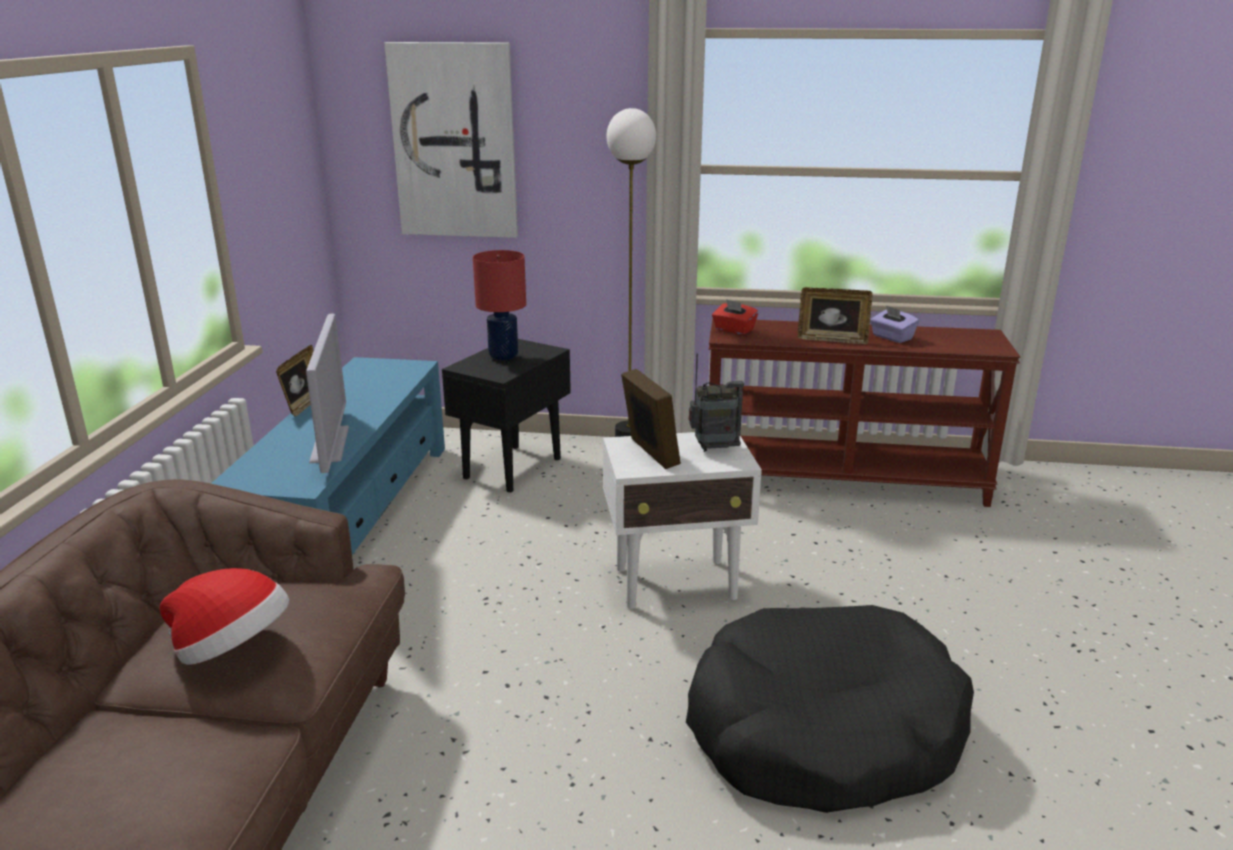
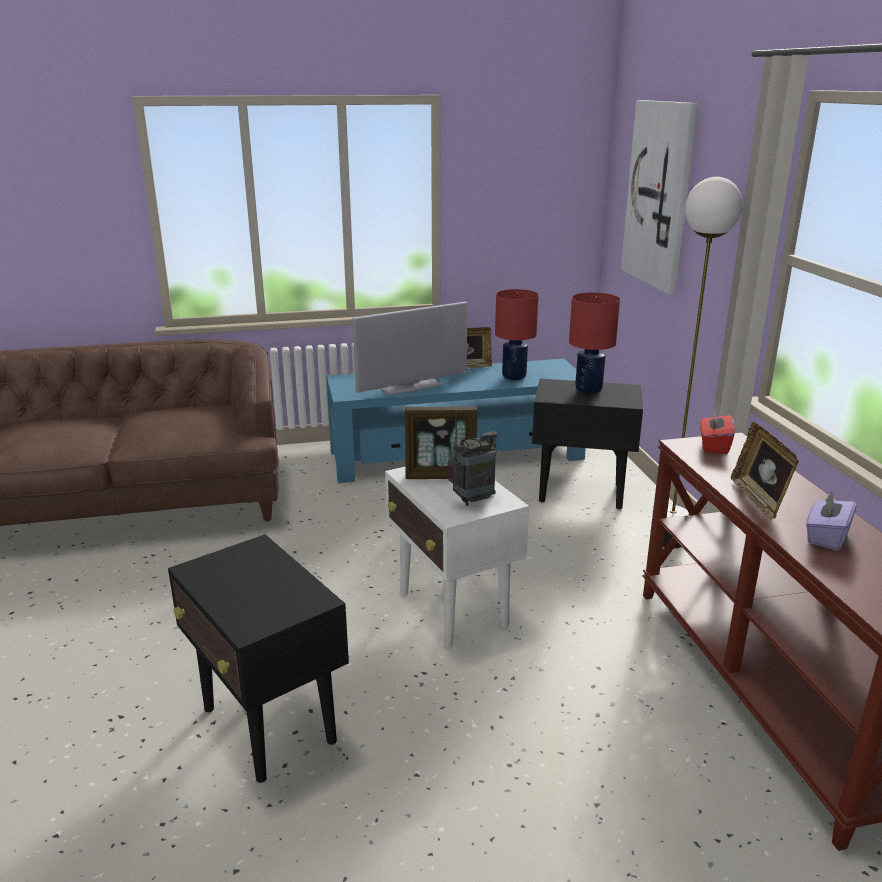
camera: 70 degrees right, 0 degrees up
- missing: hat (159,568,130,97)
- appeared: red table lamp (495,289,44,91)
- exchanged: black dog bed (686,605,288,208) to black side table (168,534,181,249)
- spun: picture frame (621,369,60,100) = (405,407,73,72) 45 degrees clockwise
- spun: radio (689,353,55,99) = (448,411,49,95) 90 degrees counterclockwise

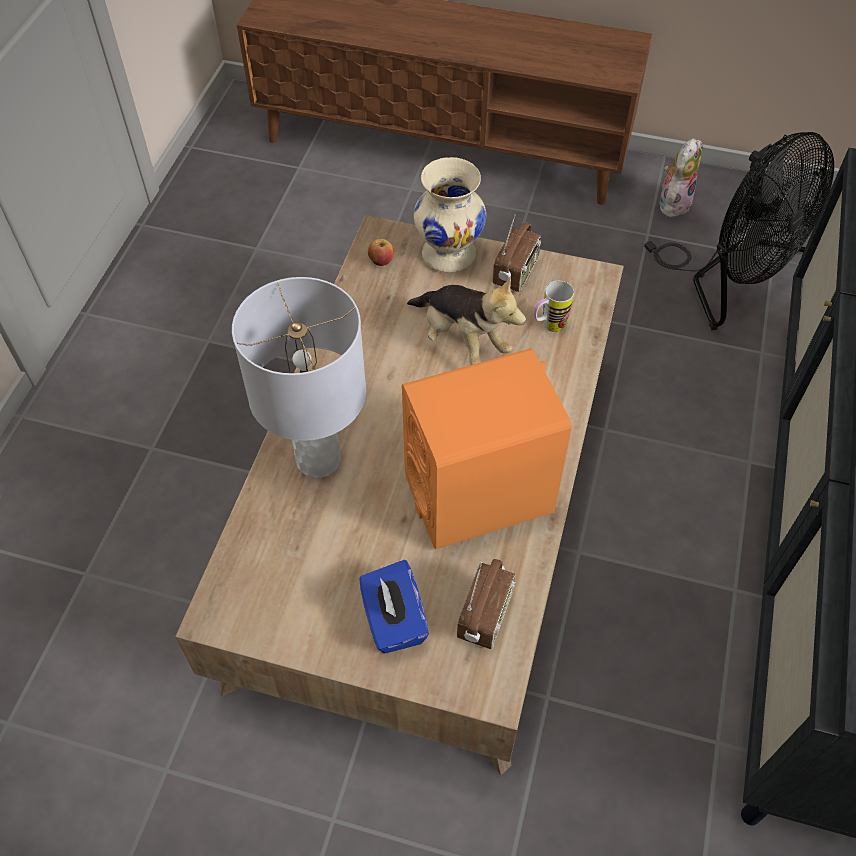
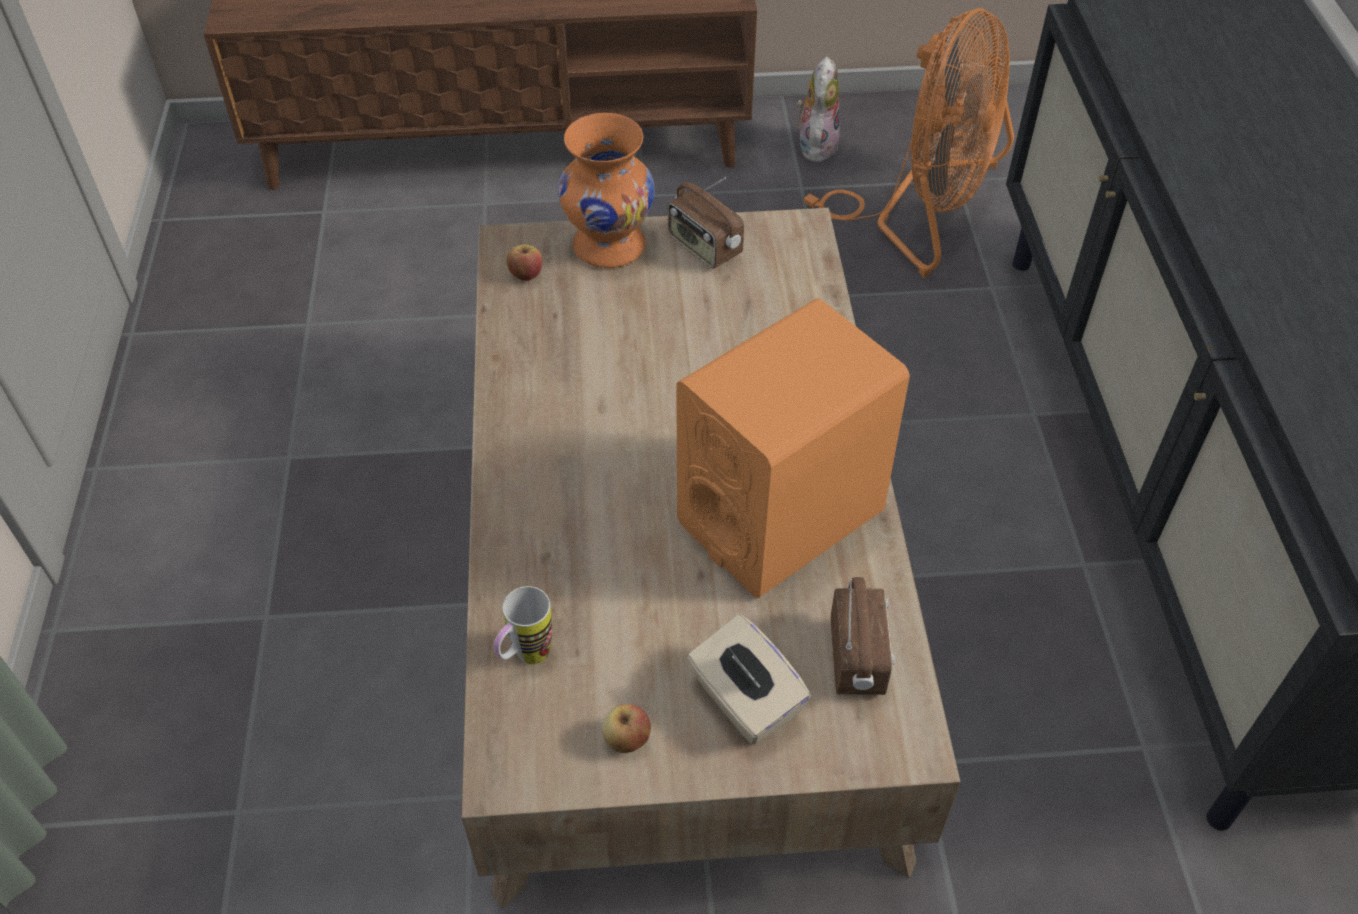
camera: 20 degrees left, 5 degrees down
- missing: grey table lamp (232,277,134,201)
- missing: plush toy (407,276,119,89)
- appeared: apple (602,704,49,49)
- relocated: mug (534,281,40,51) to (494,586,58,78)
- colour: blue tissue box (359,560,70,93) to beige tissue box (687,615,124,129)
- colour: beige vase (414,157,72,116) to orange vase (558,113,97,155)
- colour: black fan (644,132,190,198) to orange fan (802,8,212,270)
- spun: radio (493,214,48,78) = (668,177,76,91) 135 degrees clockwise

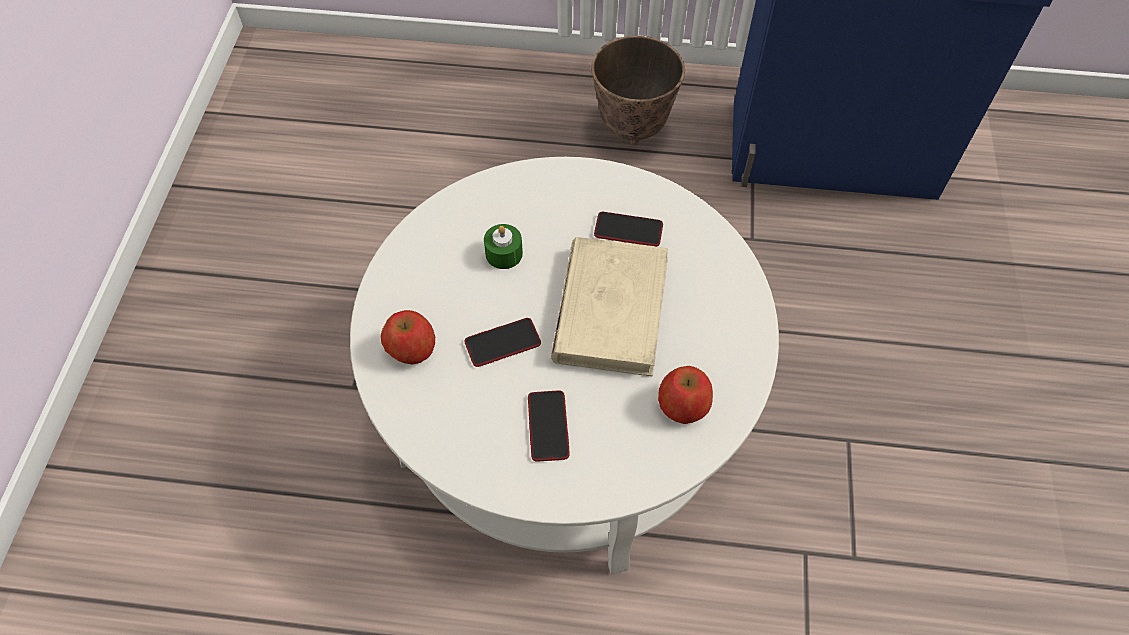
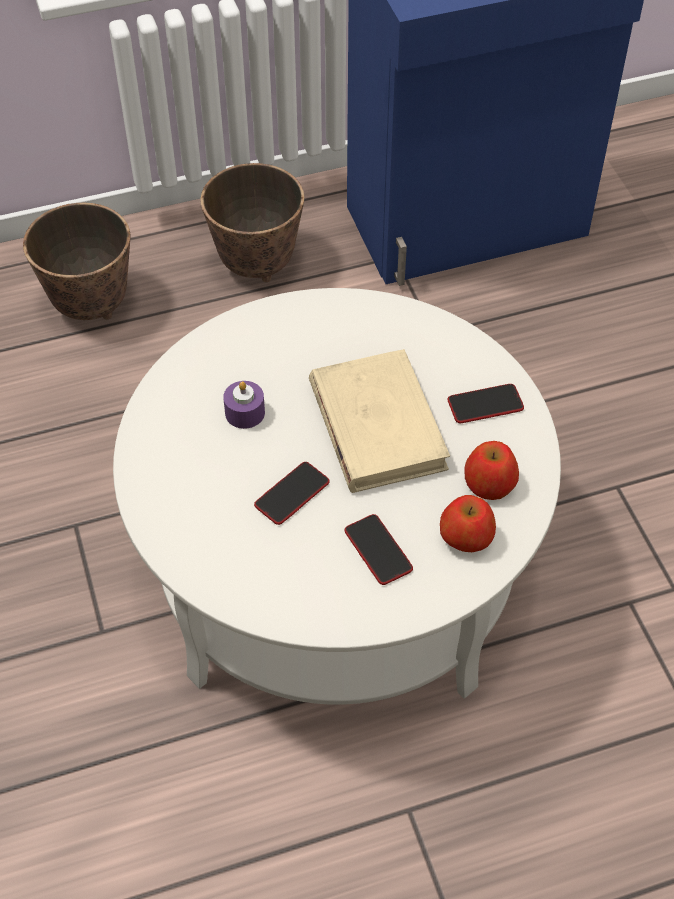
camera: 25 degrees left, 5 degrees down
- appeared: planter (23,203,108,117)
- relocated: apple (381,310,54,55) to (440,495,56,57)
- relocated: phone (594,212,69,35) to (447,384,77,39)
- colour: green candle (484,224,39,45) to purple candle (223,381,42,48)

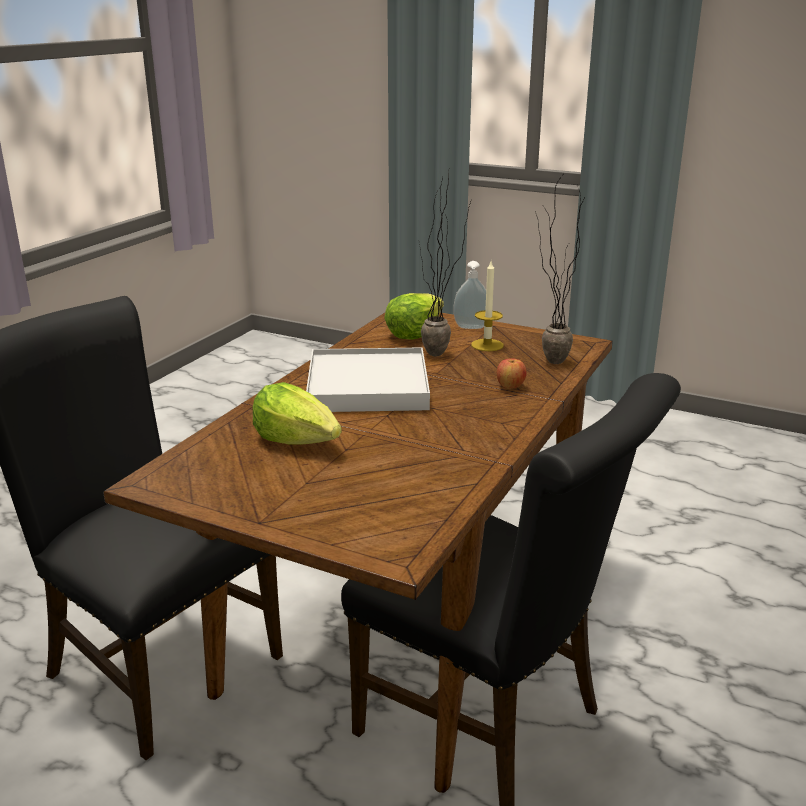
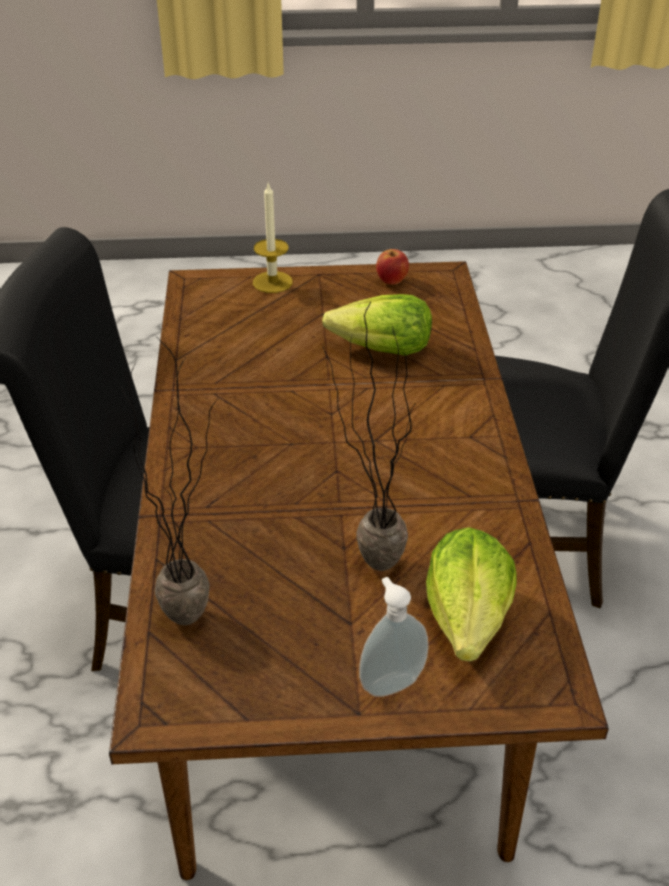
camera: 150 degrees right, 15 degrees up
- missing: white tray (306,347,124,65)
- relocated: candle (471,261,33,90) to (253,183,40,110)
- relocated: apple (497,358,30,31) to (376,249,33,36)

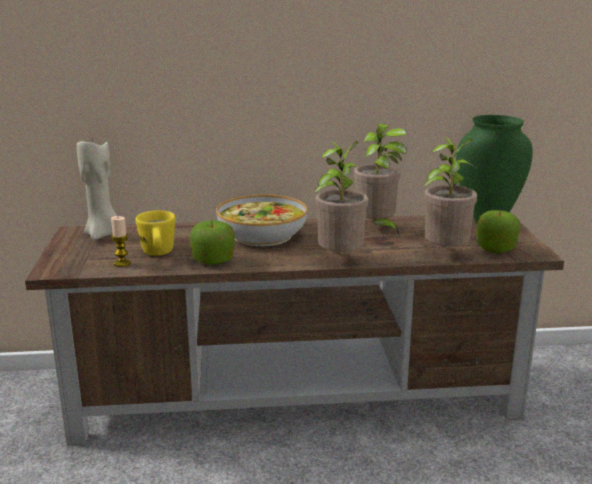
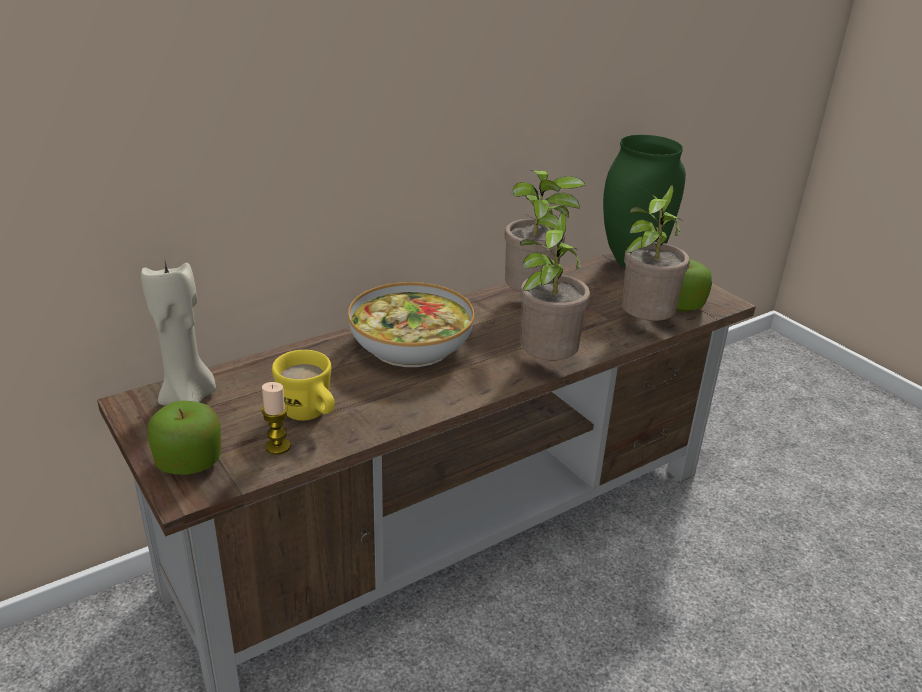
camera: 30 degrees left, 10 degrees up
- relocated: apple (190,220,45,45) to (148,400,73,75)

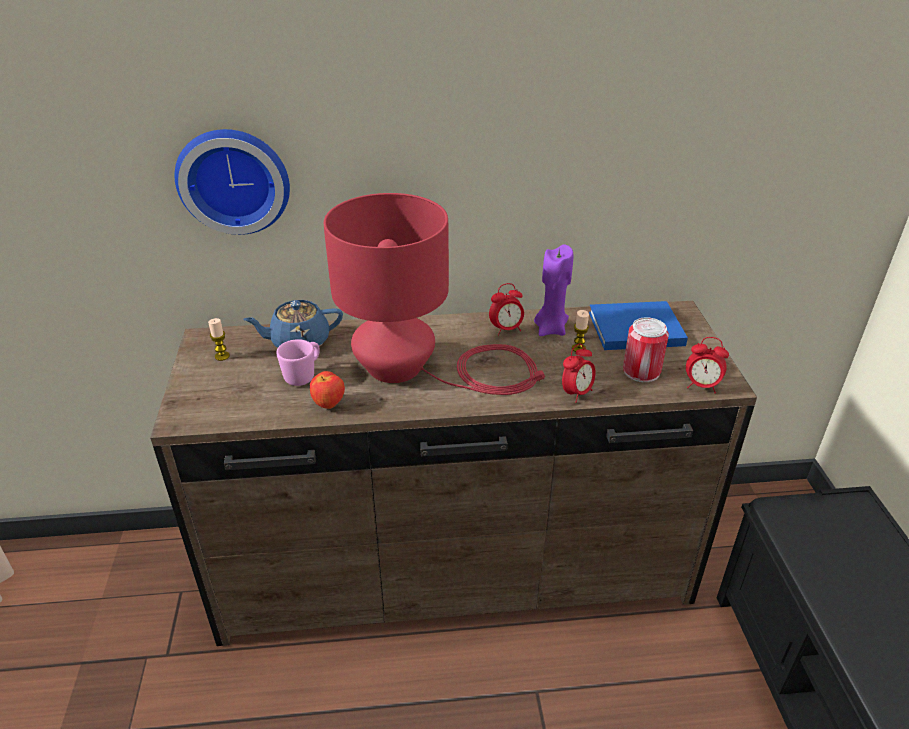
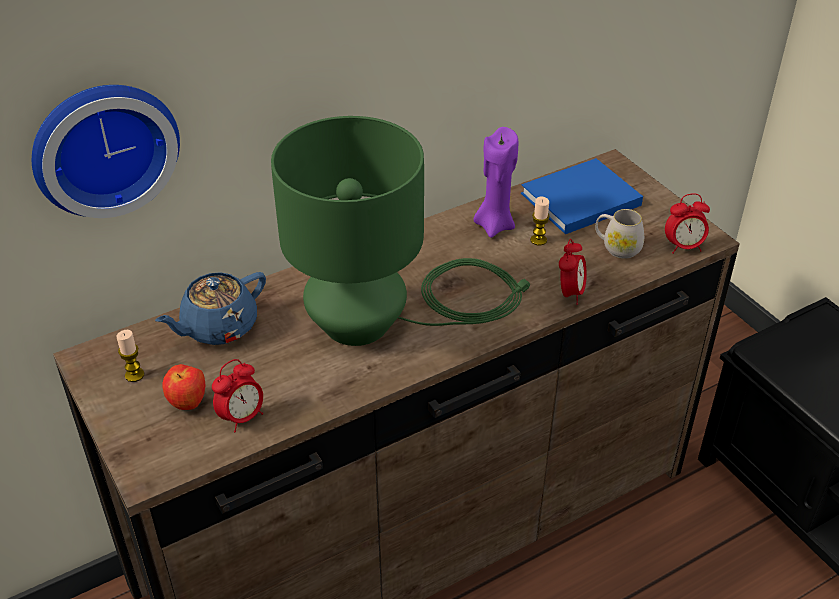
camera: 25 degrees left, 5 degrees up
- missing: pink mug (276,339,44,47)
- relocated: apple (310,371,35,38) to (162,364,43,46)
- relocated: alarm clock (489,283,35,53) to (212,359,51,73)
- exchanged: can (623,317,46,65) to white mug (595,209,49,50)
- colour: red table lamp (324,193,221,202) to green table lamp (271,116,259,230)

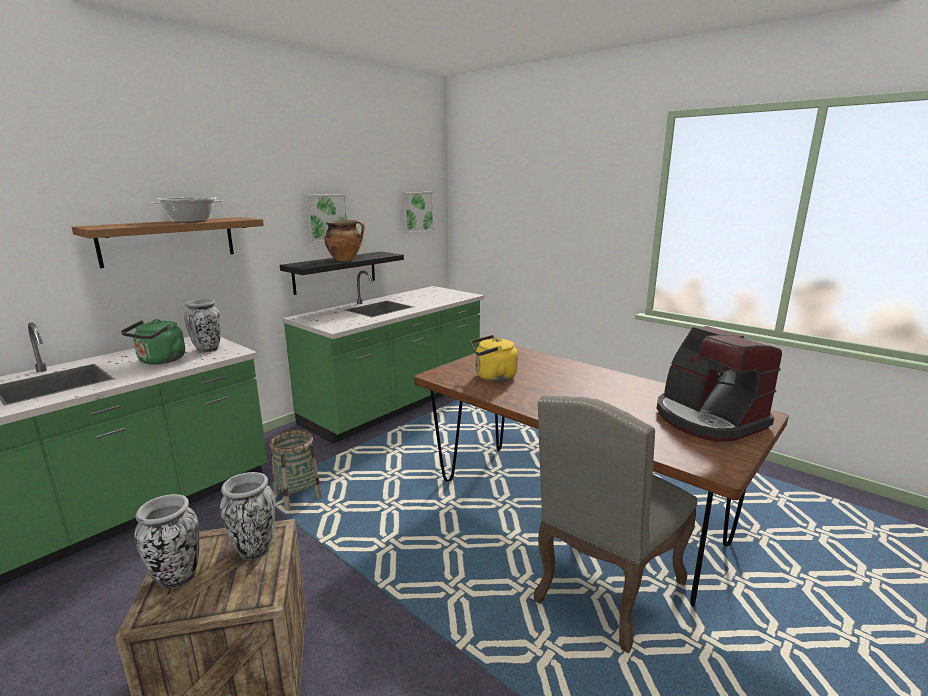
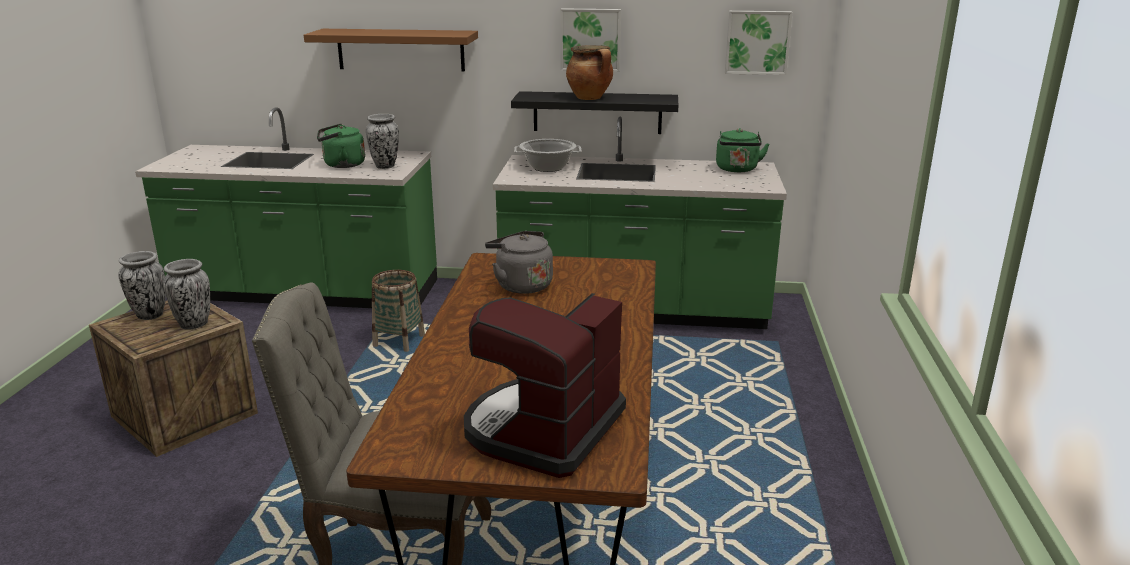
camera: 55 degrees right, 5 degrees up
- appeared: green kettle (716,128,53,44)
- relocated: cooking pot (150,197,73,26) to (514,139,67,33)
- colour: yellow kettle (471,335,47,47) to grey kettle (485,231,68,63)

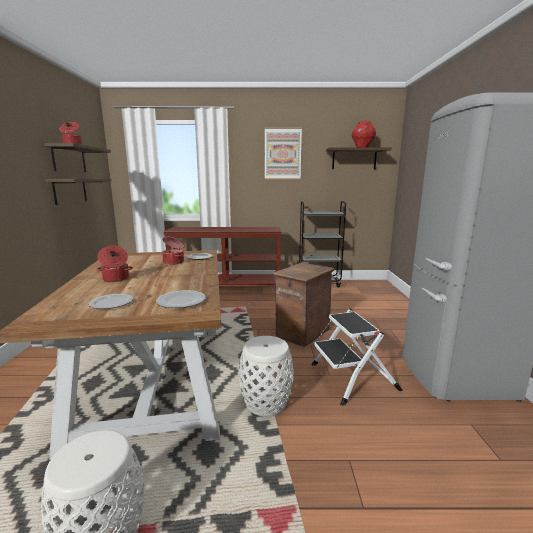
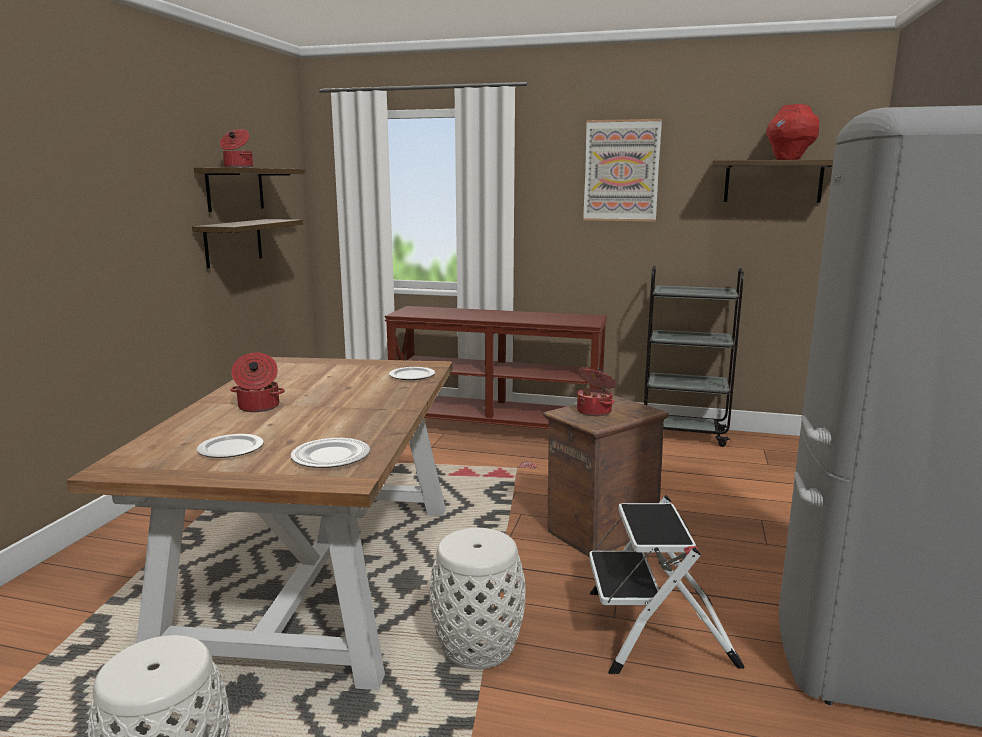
camera: 15 degrees right, 0 degrees up
- relocated: cooking pot (162,236,23,29) to (577,369,39,47)

